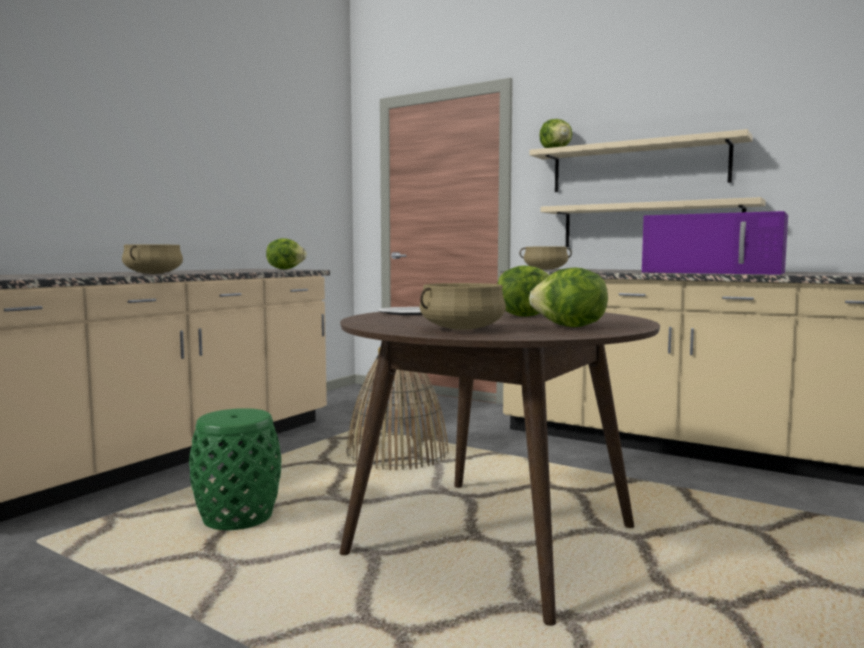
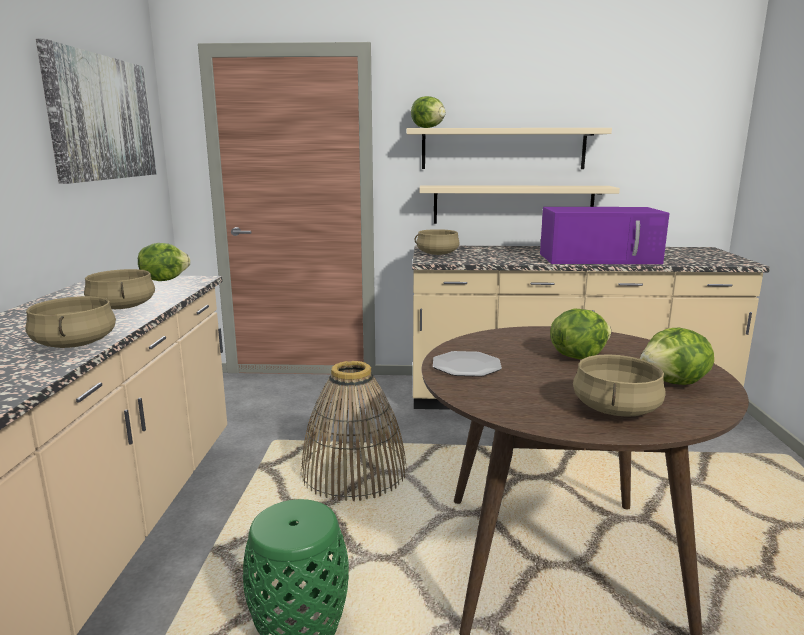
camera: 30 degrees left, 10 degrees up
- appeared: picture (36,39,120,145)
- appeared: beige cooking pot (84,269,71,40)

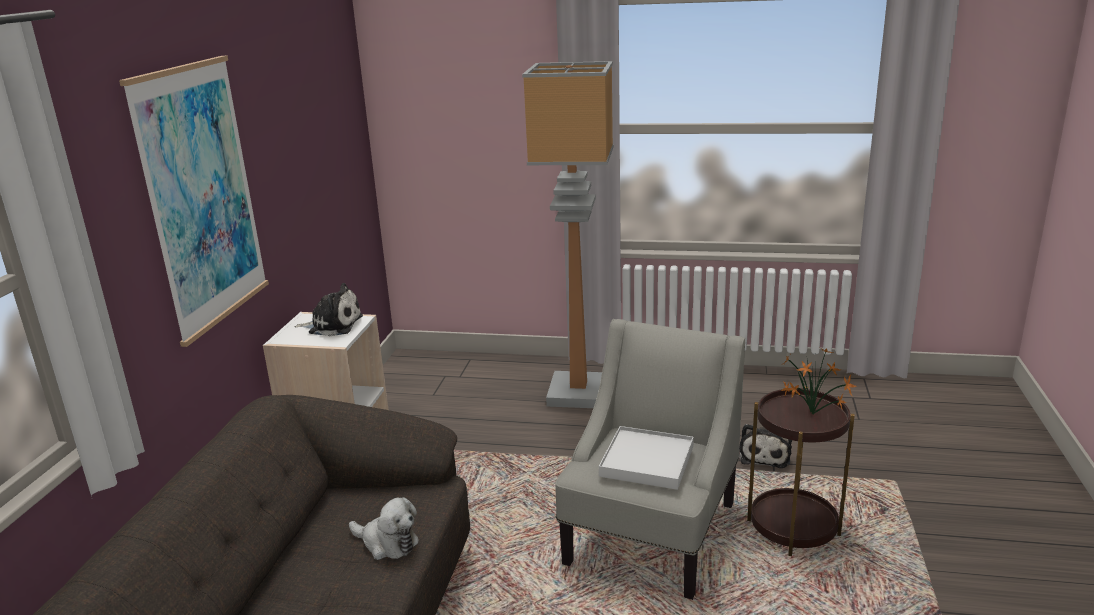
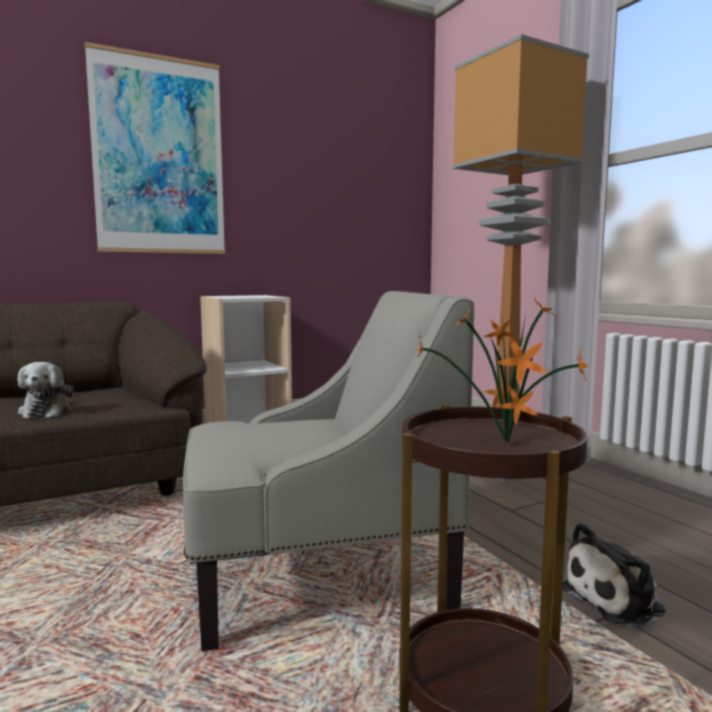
camera: 50 degrees right, 15 degrees down
- missing: plush toy (294,283,69,53)
- missing: white tray (599,426,95,64)

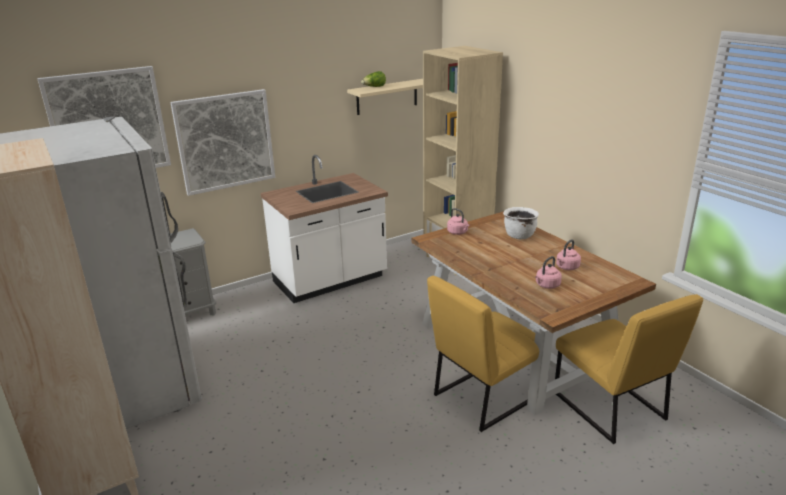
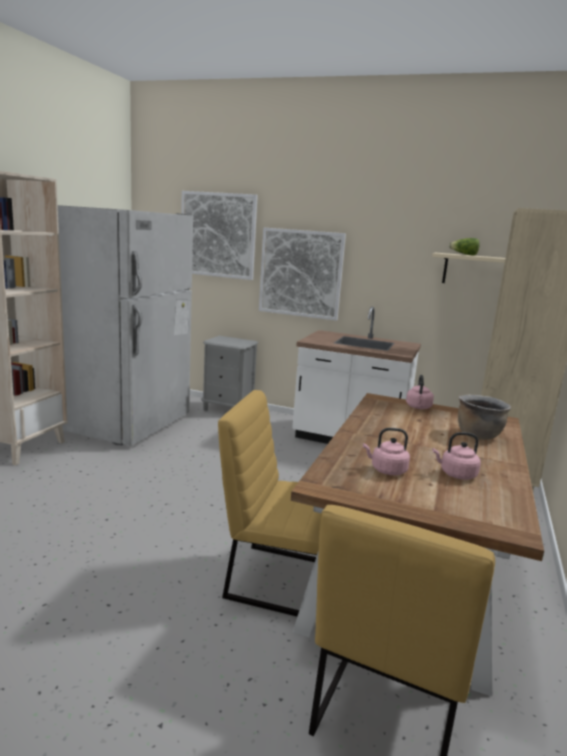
camera: 50 degrees right, 10 degrees down
- colour: white cooking pot (503,207,36,32) to brown cooking pot (458,395,53,45)

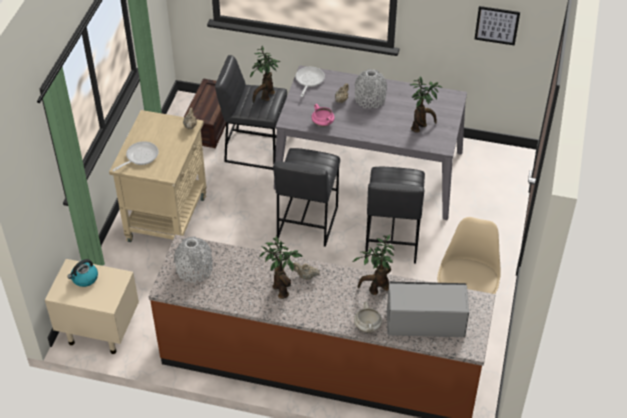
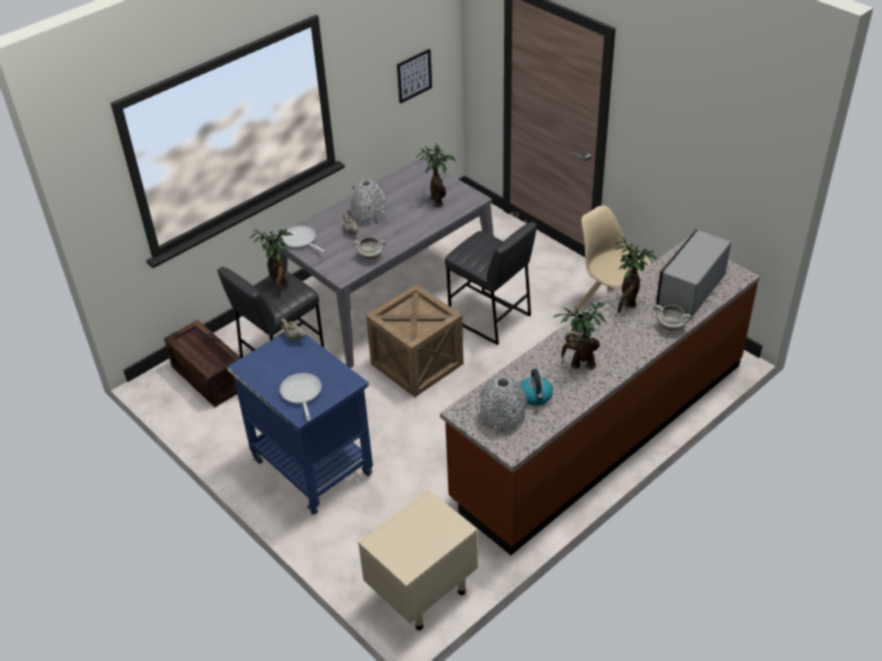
camera: 55 degrees left, 5 degrees down
- relocated: kettle (68,259,30,28) to (521,369,32,37)
- exchanged: grey stool (273,148,67,99) to crate (366,284,98,113)
- colour: beige cart (109,110,98,132) to blue cart (227,333,146,182)
- colour: pink cooking pot (311,104,23,23) to white cooking pot (353,237,33,23)

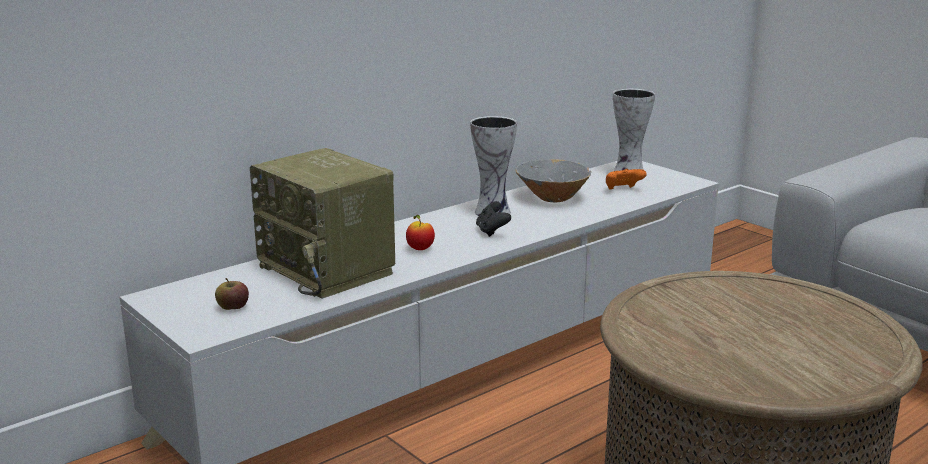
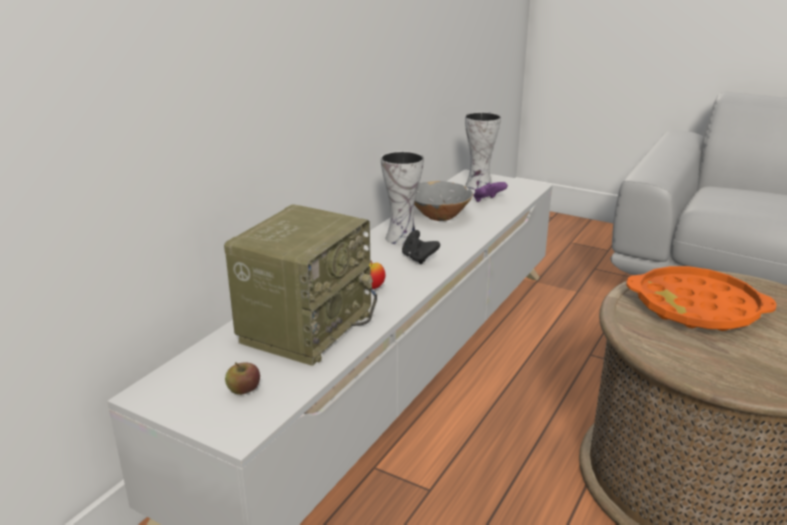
camera: 20 degrees left, 5 degrees up
- appeared: orange tray (627,266,150,65)
- colour: orange game controller (606,169,41,21) to purple game controller (474,182,34,20)
- spun: radio (250,148,145,151) = (224,204,153,162) 90 degrees counterclockwise

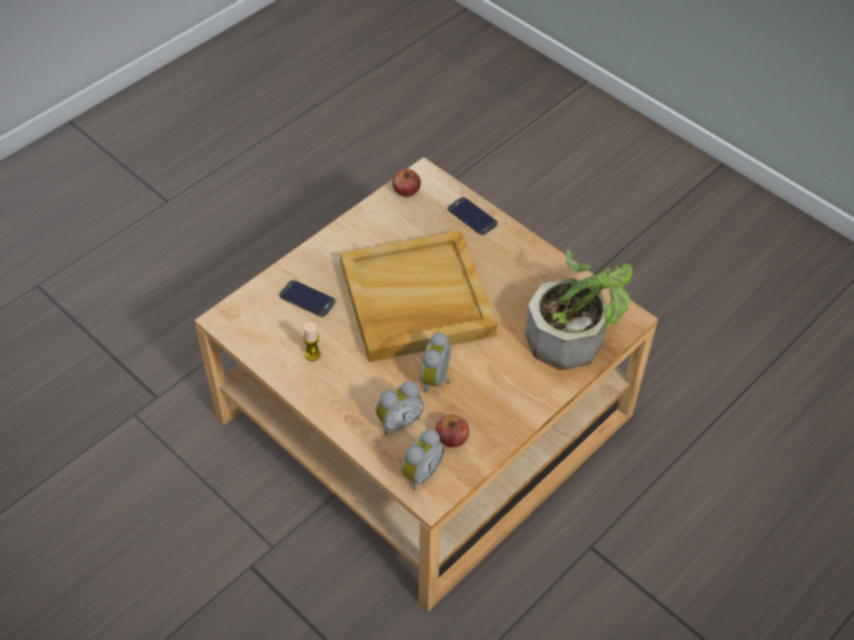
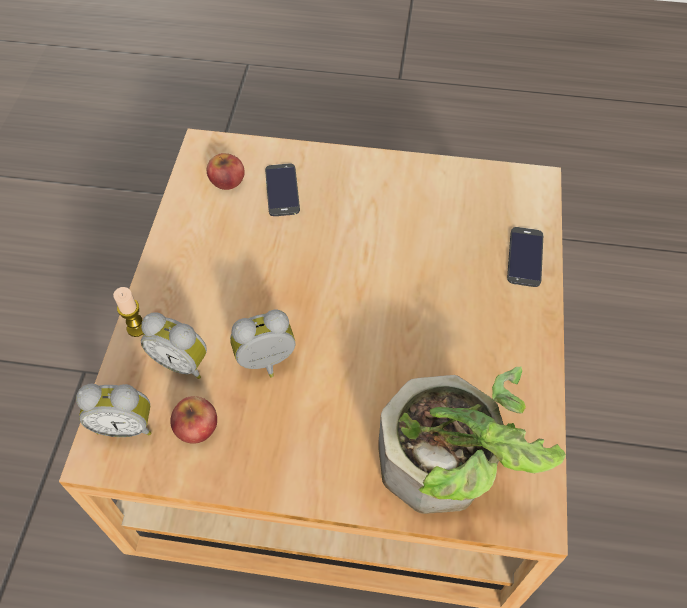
camera: 55 degrees right, 5 degrees up
- missing: beige tray (340,231,157,131)
- relocated: candle (303,322,18,39) to (113,287,31,50)
- relocated: apple (392,169,29,28) to (207,153,38,37)

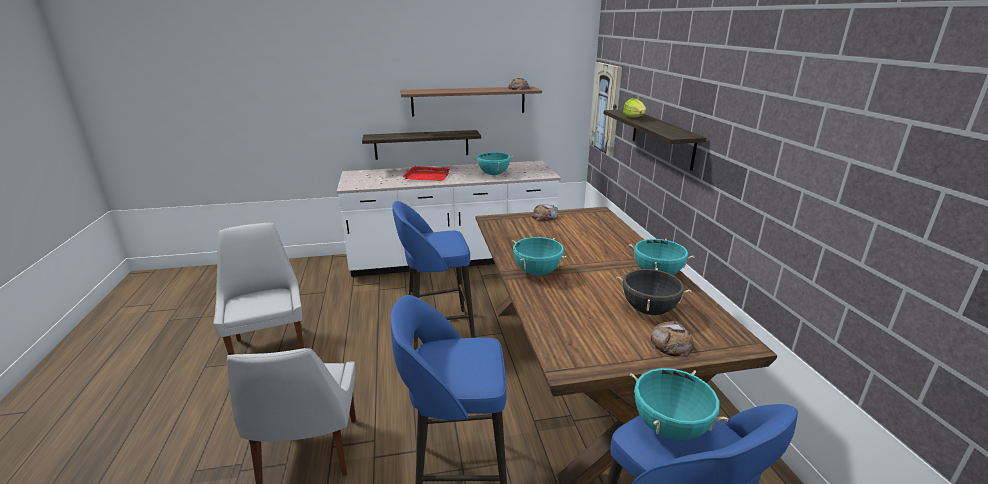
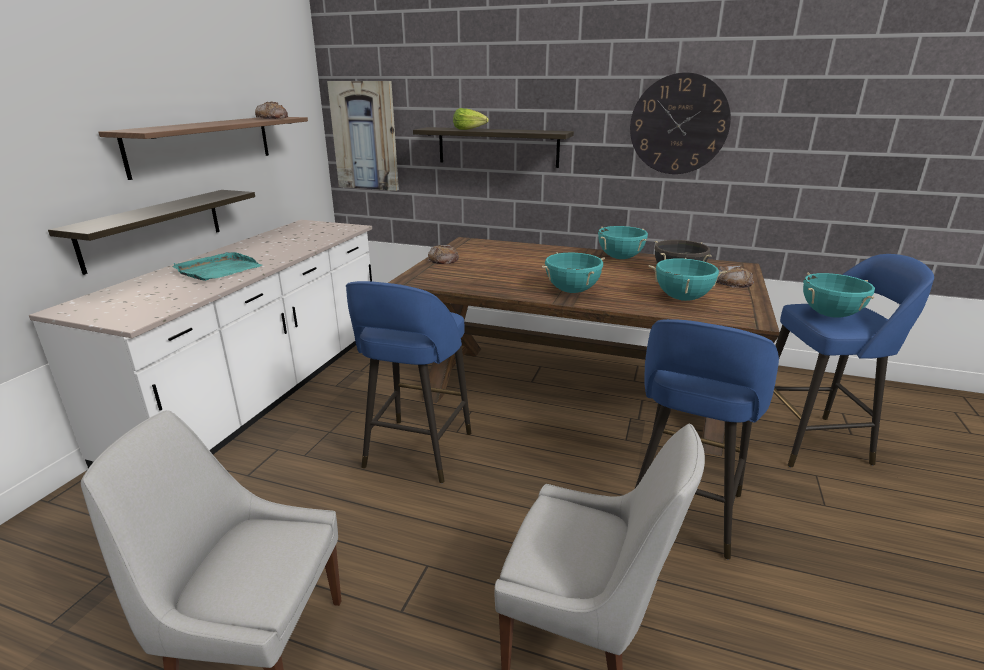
camera: 60 degrees left, 0 degrees up
- appeared: wall clock (630,72,101,102)
- relocated: turquoise cooking pot (474,152,40,23) to (649,258,78,43)
- colour: red tray (403,166,47,15) to turquoise tray (173,252,89,29)

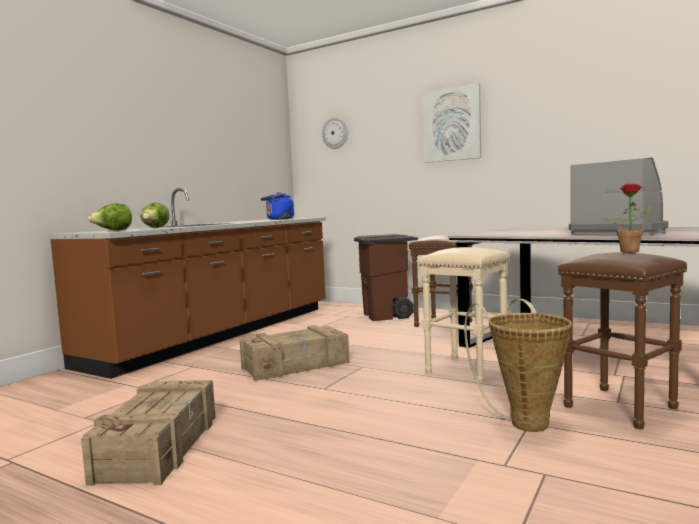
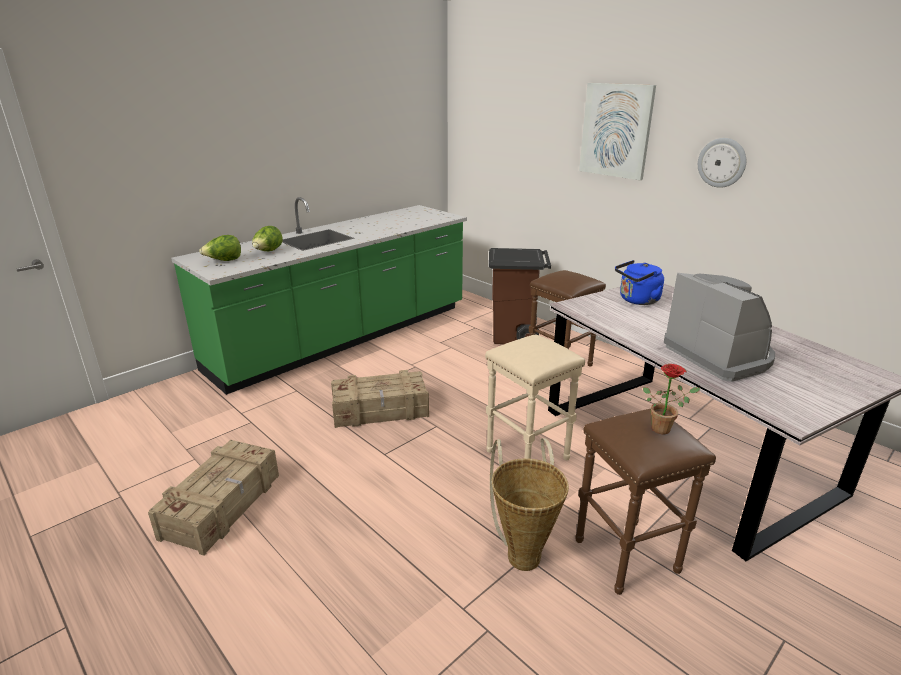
camera: 15 degrees right, 20 degrees up
- relocated: blue kettle (261,192,33,28) to (615,260,49,45)
- relocated: wall clock (322,117,26,32) to (698,138,48,50)
- colour: brown counter (48,188,278,191) to green counter (171,197,296,198)

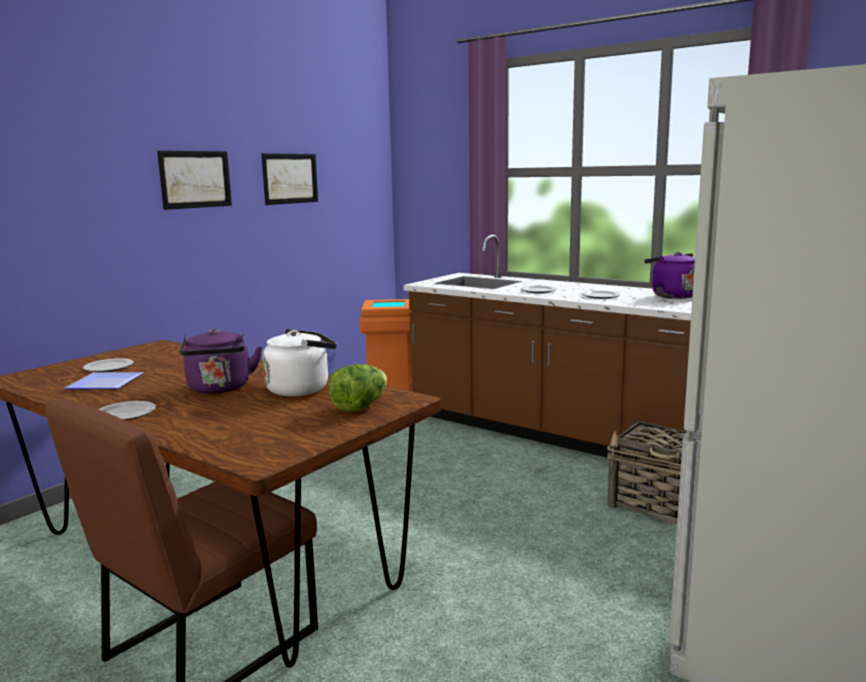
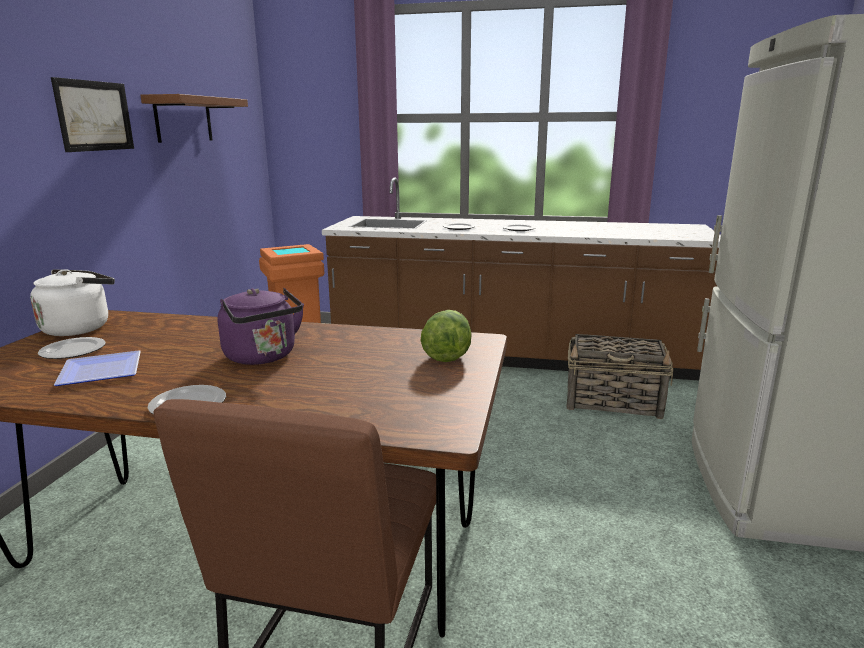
camera: 25 degrees left, 5 degrees up
- missing: purple kettle (644,252,51,47)
- relocated: white kettle (263,329,74,68) to (30,269,85,67)
- exchanged: picture (262,153,56,52) to brown shelf (140,94,108,49)

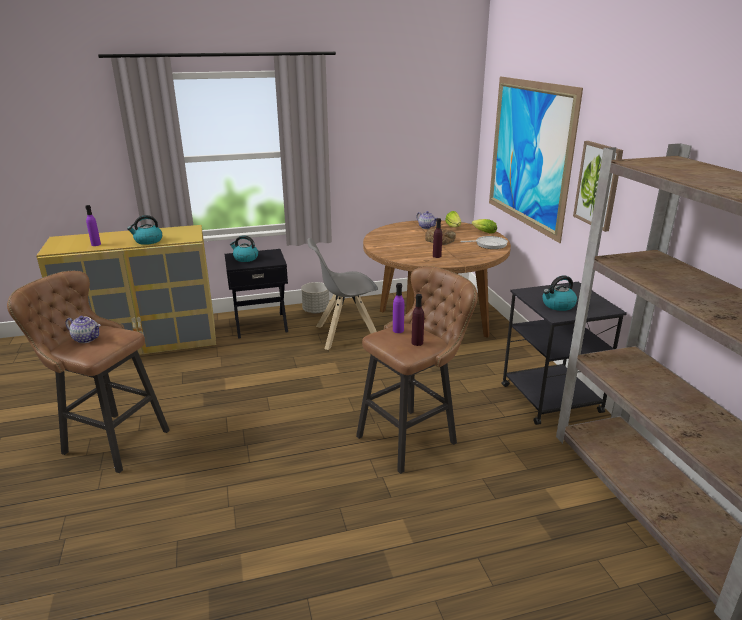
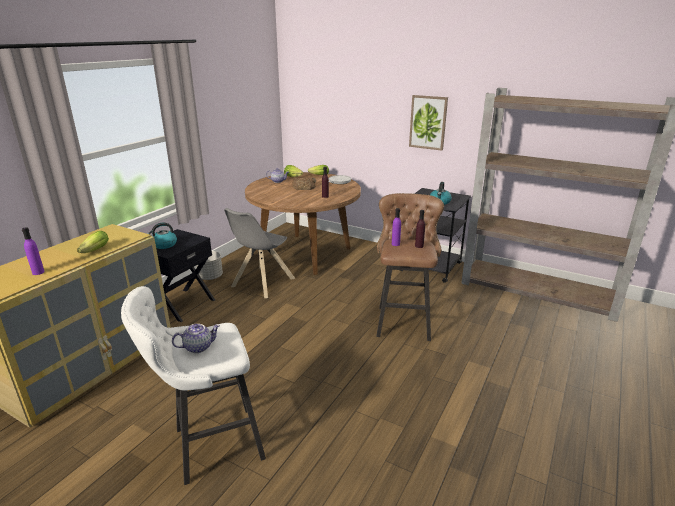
camera: 45 degrees left, 0 degrees up
- missing: picture (489,76,94,167)
- exchanged: kettle (127,215,35,30) to lettuce (77,231,32,22)
- colour: brown stool (7,271,163,202) to white stool (121,286,145,199)

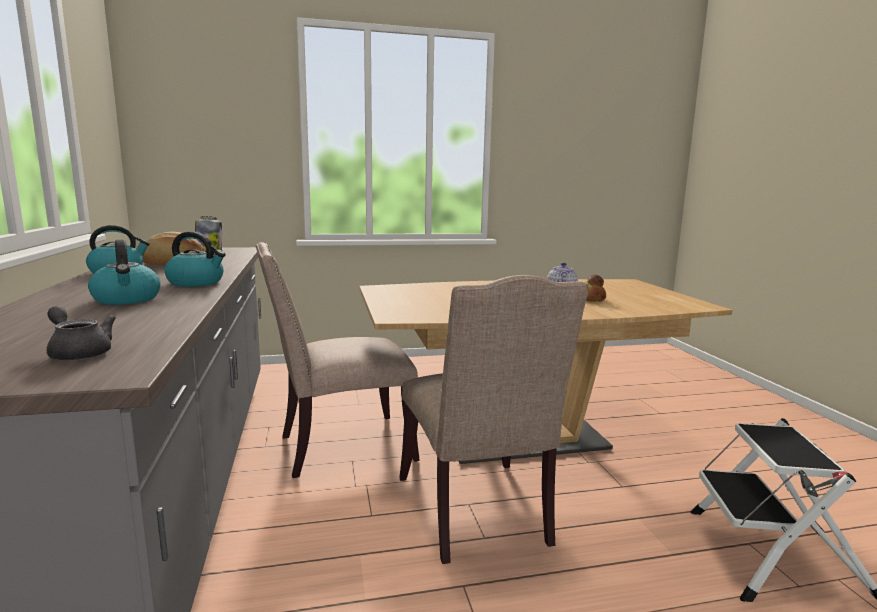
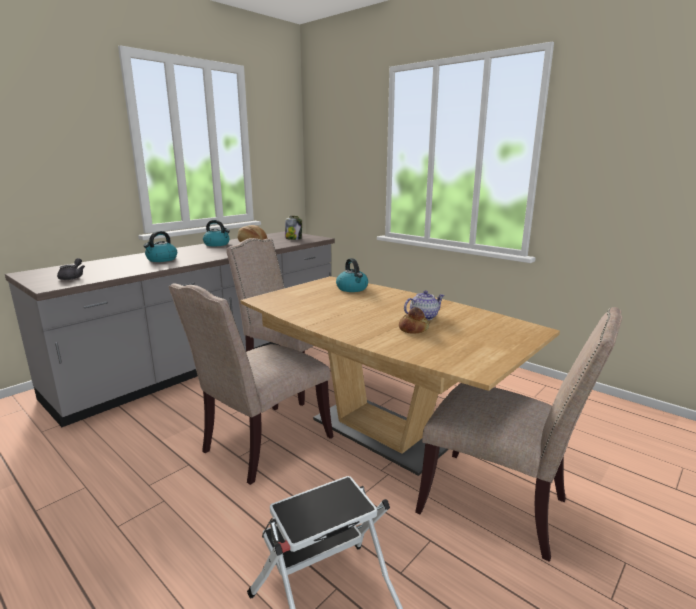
camera: 55 degrees right, 5 degrees up
- appeared: beige chair (415,307,207,255)
- relocated: kettle (165,231,61,56) to (336,258,32,34)

